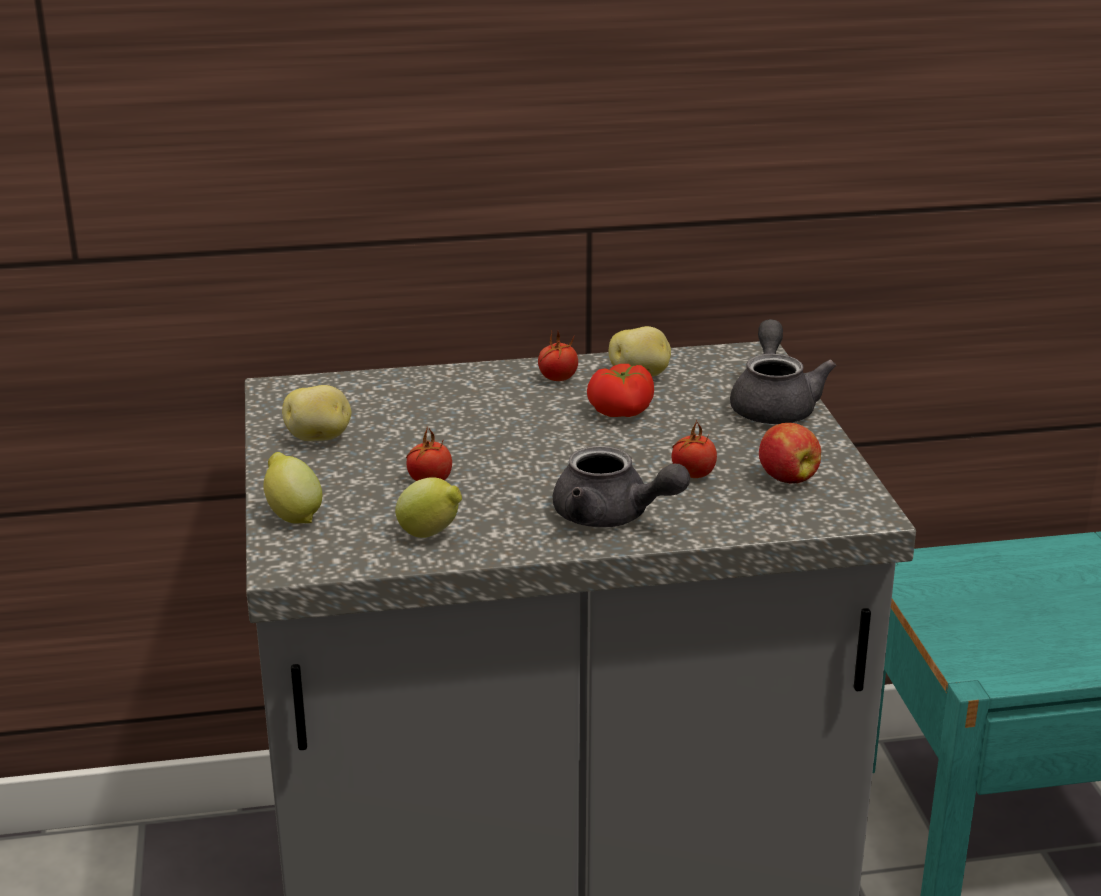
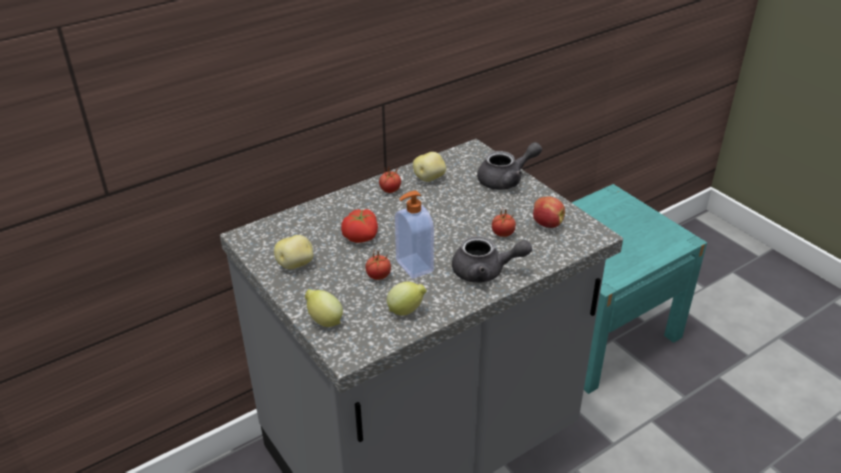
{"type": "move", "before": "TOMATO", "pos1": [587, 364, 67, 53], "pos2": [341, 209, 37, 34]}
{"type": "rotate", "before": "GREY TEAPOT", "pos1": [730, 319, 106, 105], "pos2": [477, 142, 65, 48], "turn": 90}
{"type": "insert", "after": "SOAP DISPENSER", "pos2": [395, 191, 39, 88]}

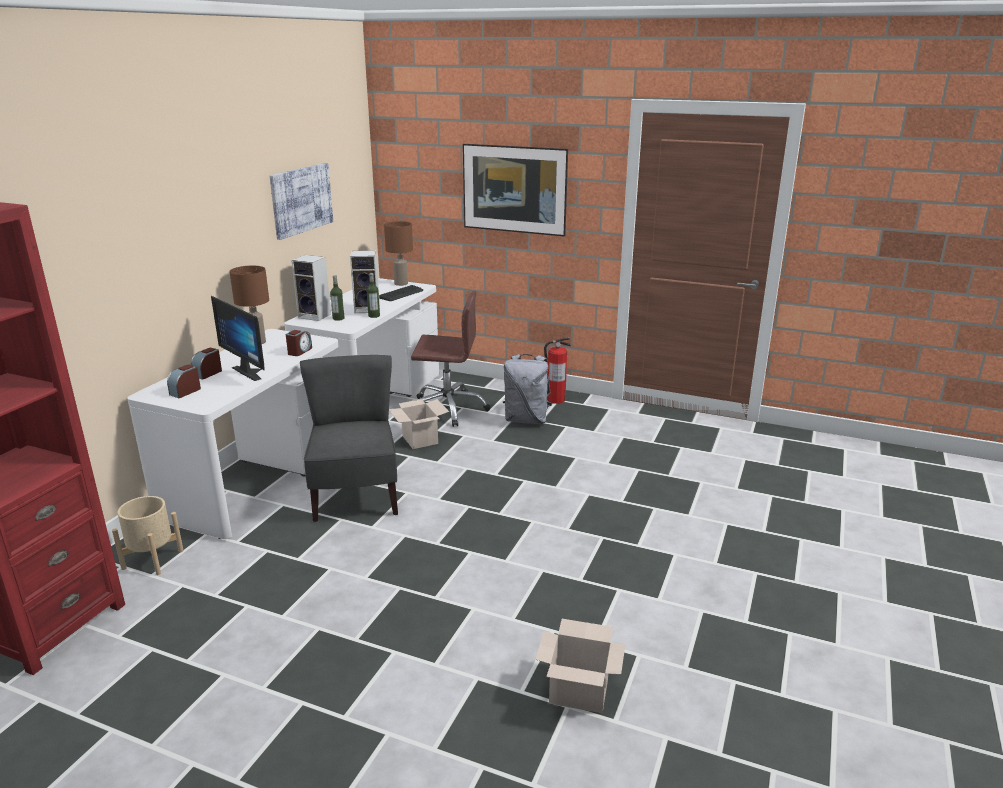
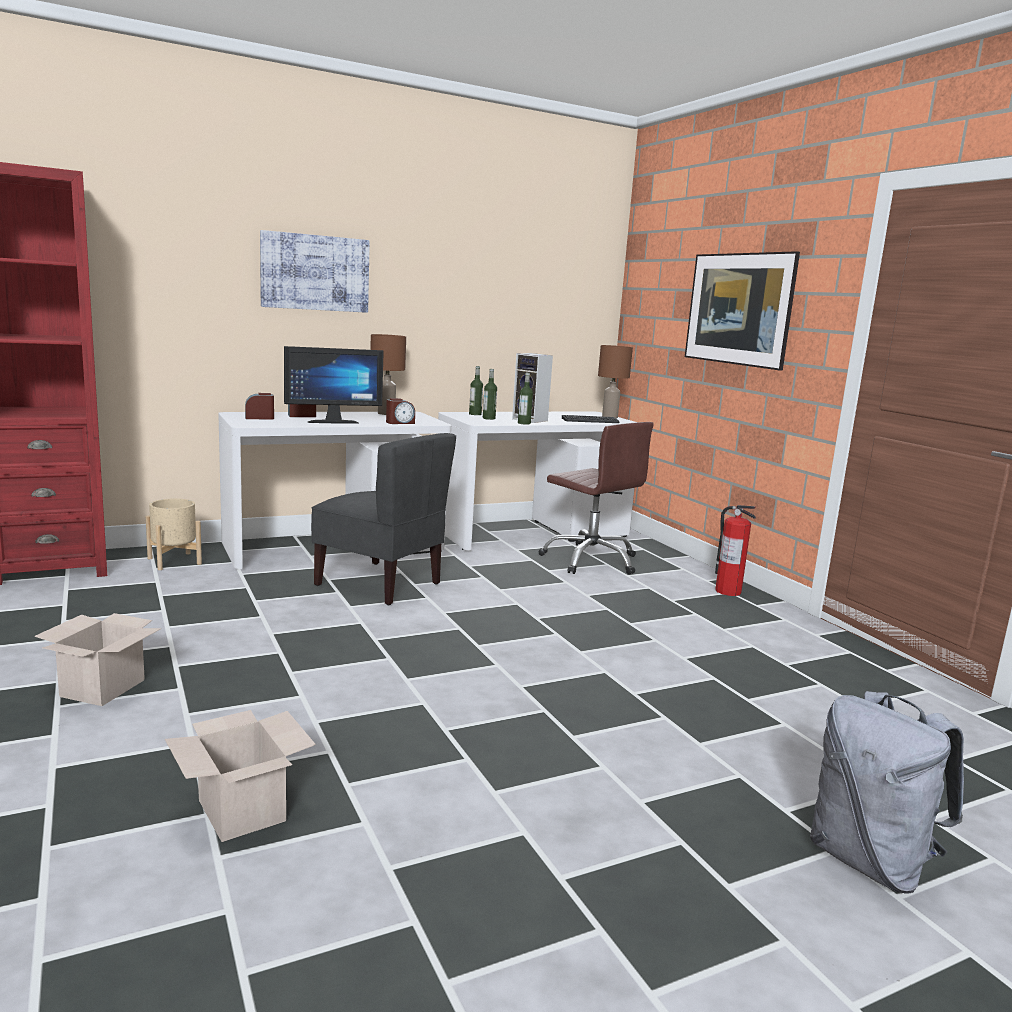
{"type": "rotate", "before": "MONITOR", "pos1": [211, 296, 53, 85], "pos2": [284, 346, 100, 78], "turn": -105}
{"type": "move", "before": "PICTURE", "pos1": [270, 163, 63, 77], "pos2": [260, 230, 110, 83]}
{"type": "replace", "before": "SPEAKER", "after": "BOTTLE", "pos1": [291, 255, 40, 66], "pos2": [469, 366, 14, 49]}
{"type": "rotate", "before": "GREY CHAIR", "pos1": [300, 355, 98, 167], "pos2": [311, 433, 145, 172], "turn": 90}
{"type": "move", "before": "CARDBOARD BOX", "pos1": [389, 399, 60, 50], "pos2": [34, 613, 128, 93]}
{"type": "move", "before": "GREY BACKPACK", "pos1": [503, 354, 49, 70], "pos2": [810, 691, 154, 203]}

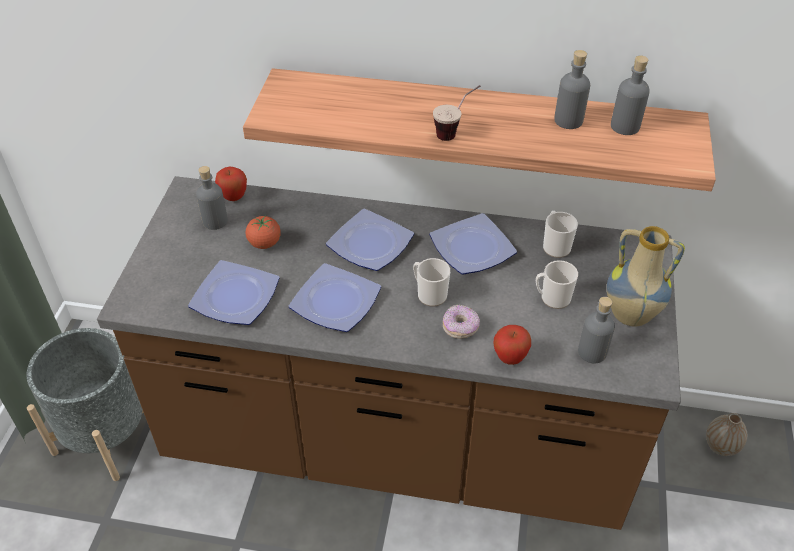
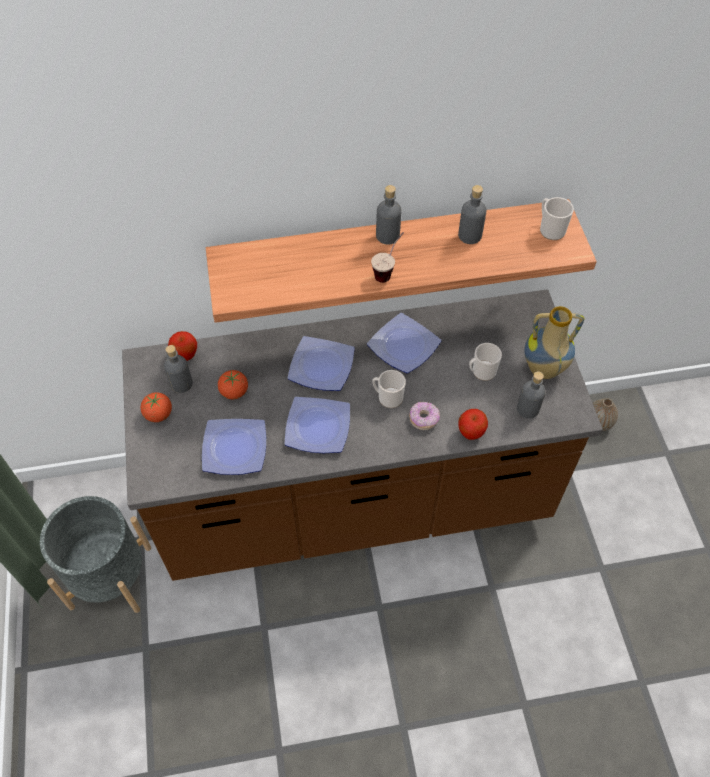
{"type": "move", "before": "MUG", "pos1": [543, 211, 35, 47], "pos2": [540, 197, 34, 43]}
{"type": "move", "before": "GREY BOTTLE", "pos1": [611, 56, 39, 79], "pos2": [376, 185, 26, 60]}
{"type": "insert", "after": "TOMATO", "pos2": [140, 392, 32, 30]}

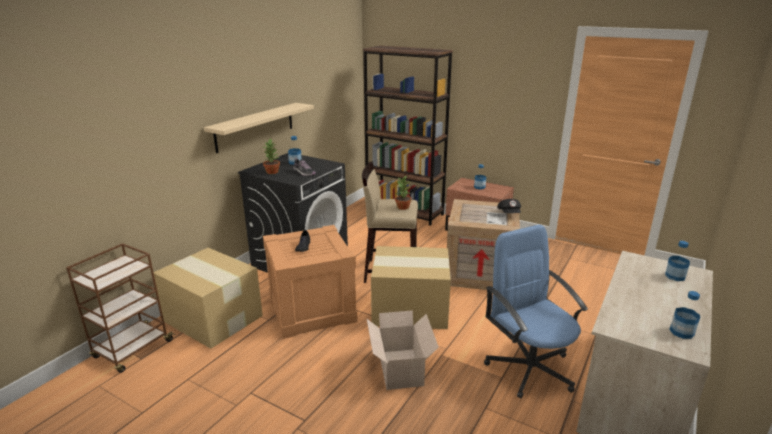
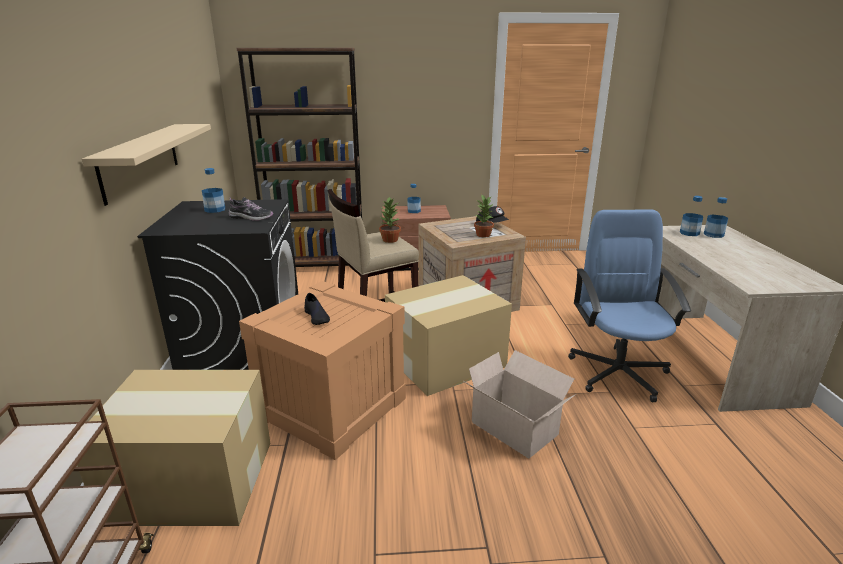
{"type": "move", "before": "POTTED PLANT", "pos1": [263, 138, 17, 36], "pos2": [474, 195, 20, 42]}
{"type": "rotate", "before": "BLUE OFFICE CHAIR", "pos1": [484, 224, 104, 175], "pos2": [568, 210, 123, 192], "turn": 60}
{"type": "move", "before": "BOTTLE", "pos1": [669, 291, 31, 48], "pos2": [680, 196, 23, 40]}

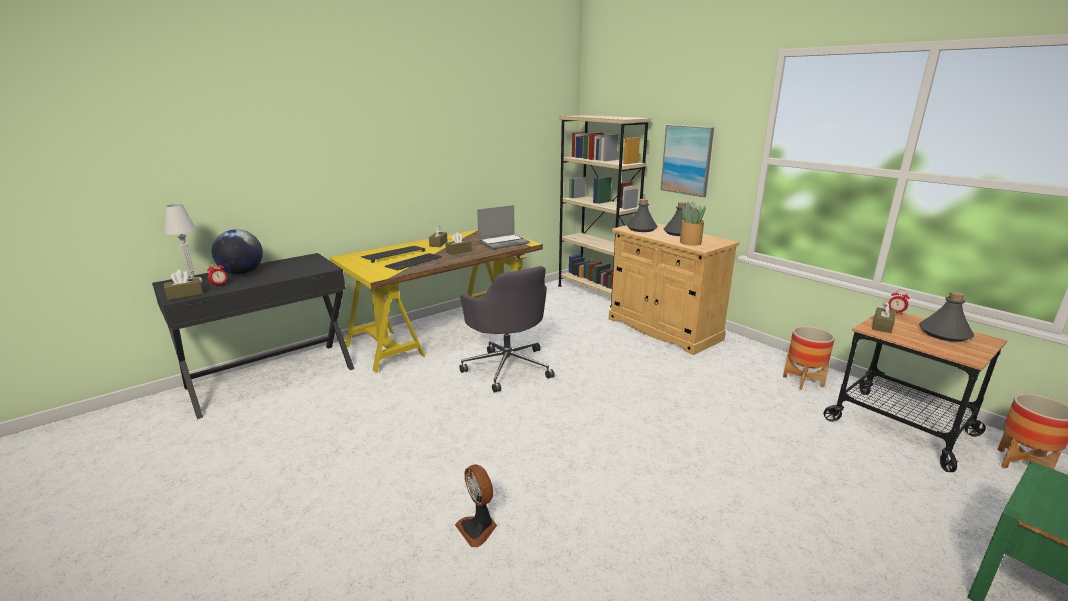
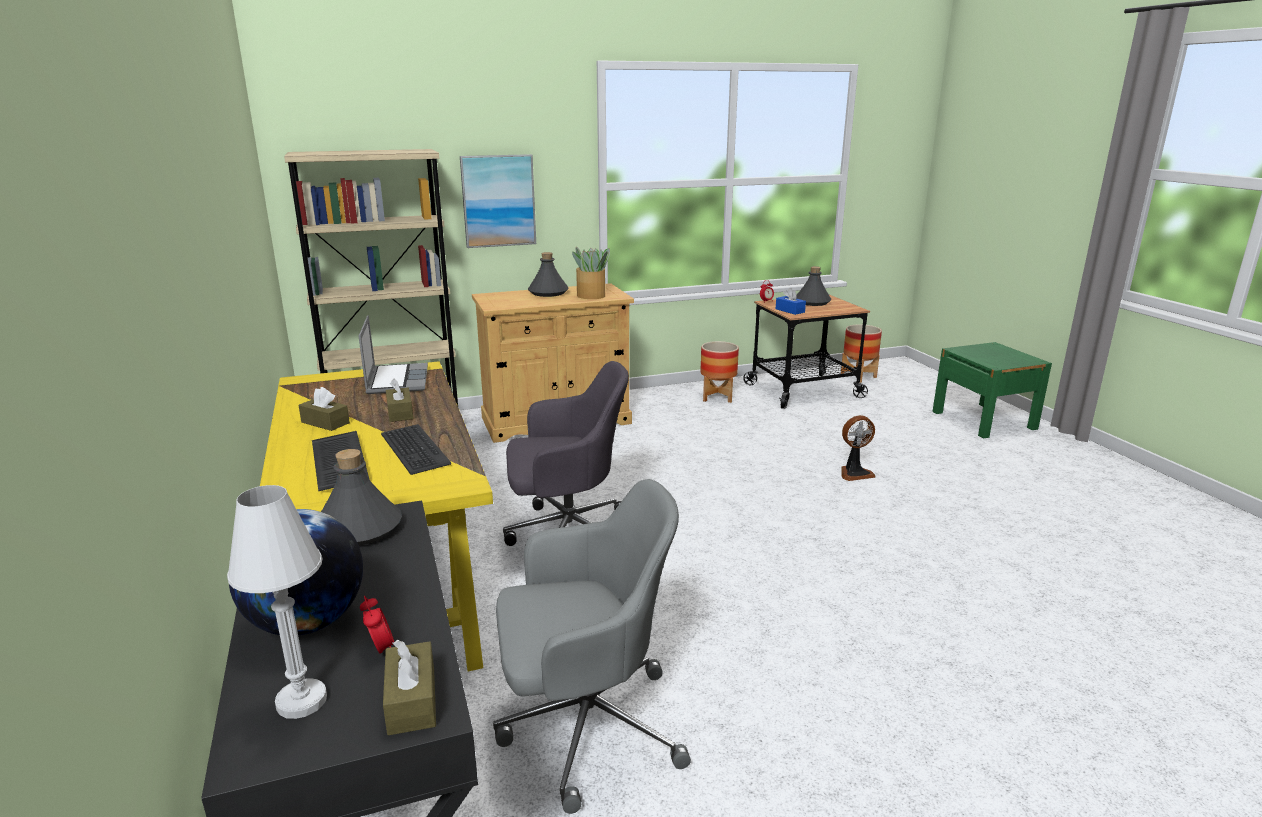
{"type": "move", "before": "FAN", "pos1": [455, 464, 42, 83], "pos2": [841, 415, 35, 66]}
{"type": "move", "before": "GREY BOTTLE", "pos1": [627, 199, 30, 33], "pos2": [321, 449, 81, 97]}
{"type": "recolor", "before": "BROWN TISSUE BOX", "after": "BLUE TISSUE BOX", "pos1": [872, 301, 24, 32], "pos2": [776, 288, 30, 27]}
{"type": "insert", "after": "GREY OFFICE CHAIR", "pos2": [493, 479, 198, 335]}

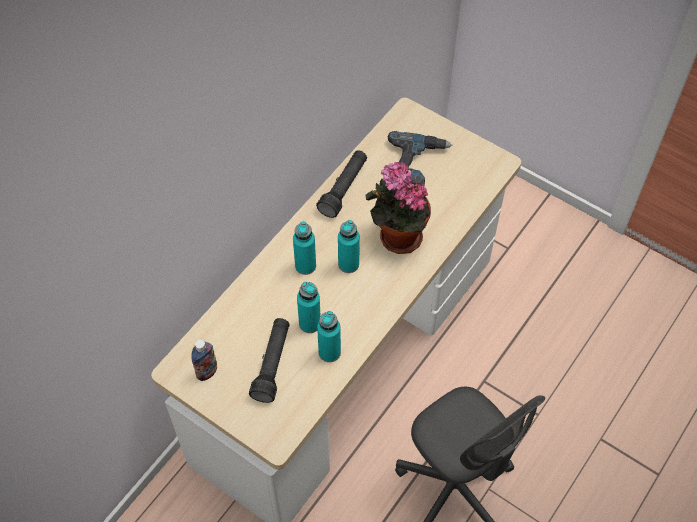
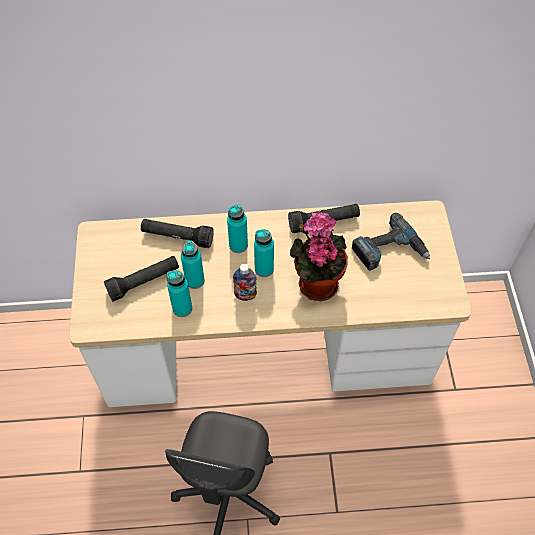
{"type": "move", "before": "BOTTLE", "pos1": [191, 339, 26, 42], "pos2": [233, 264, 24, 37]}
{"type": "insert", "after": "BLACK FLASHLIGHT", "pos2": [141, 219, 73, 29]}

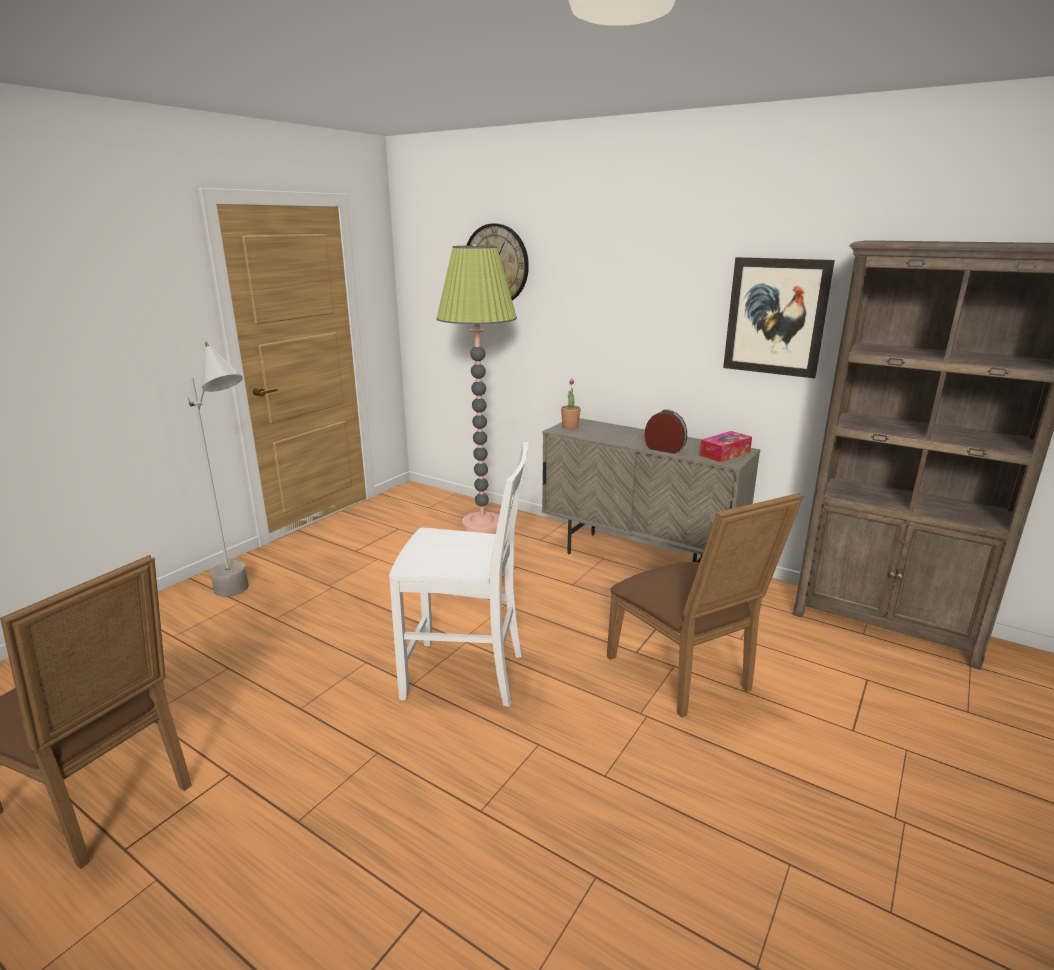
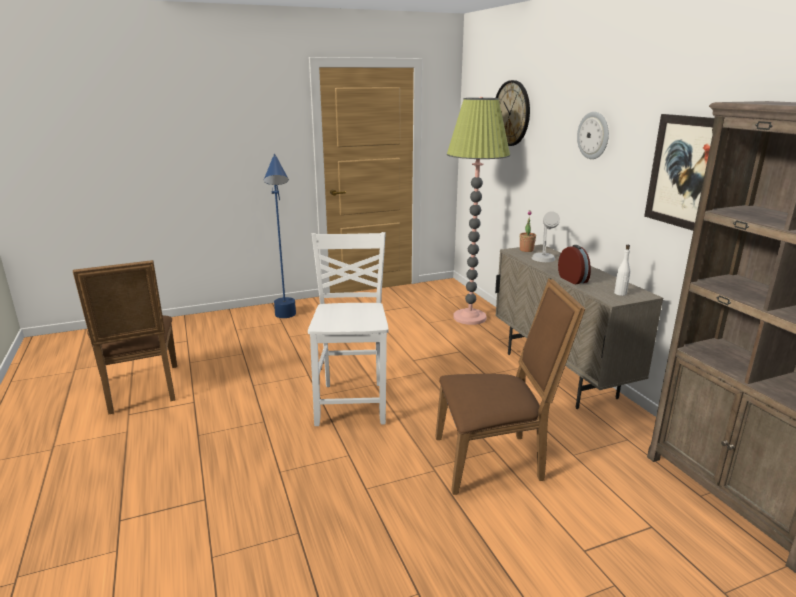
{"type": "recolor", "before": "GREY FLOOR LAMP", "after": "BLUE FLOOR LAMP", "pos1": [187, 342, 62, 255], "pos2": [264, 154, 32, 164]}
{"type": "rotate", "before": "WHITE CHAIR", "pos1": [389, 442, 140, 265], "pos2": [308, 232, 81, 194], "turn": -135}
{"type": "rotate", "before": "BROWN CHAIR", "pos1": [607, 493, 196, 225], "pos2": [435, 278, 150, 217], "turn": -105}
{"type": "replace", "before": "TISSUE BOX", "after": "WHITE BOTTLE", "pos1": [700, 431, 52, 31], "pos2": [614, 245, 16, 51]}
{"type": "insert", "after": "GREY TABLE LAMP", "pos2": [532, 211, 28, 51]}
{"type": "insert", "after": "WALL CLOCK", "pos2": [577, 112, 32, 47]}

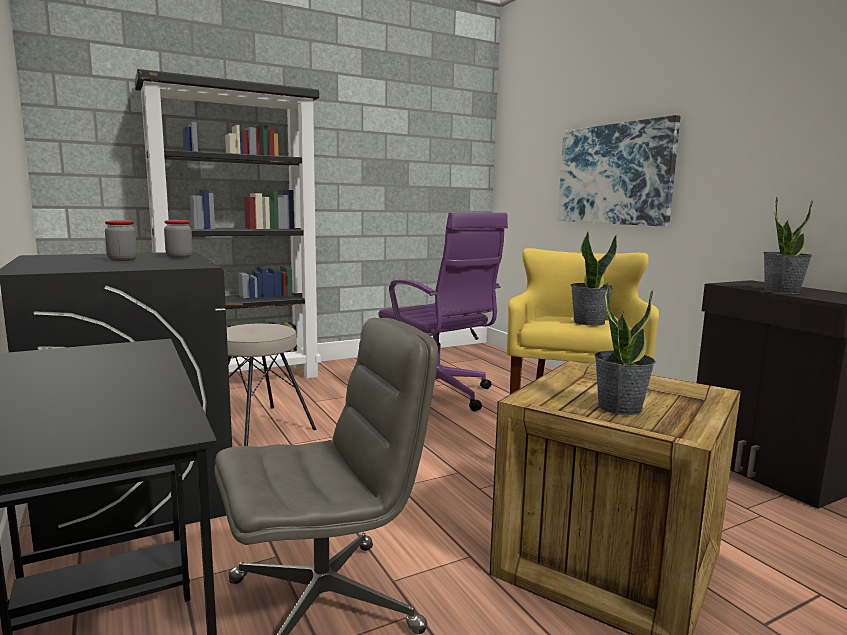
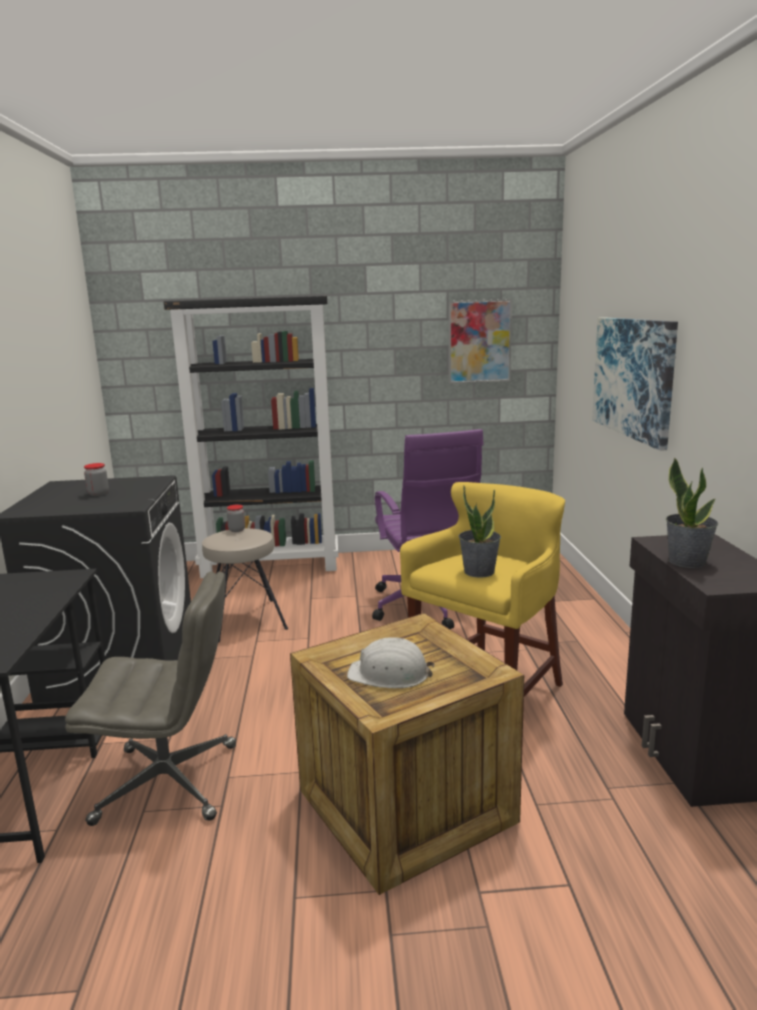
{"type": "move", "before": "JAR", "pos1": [164, 220, 29, 38], "pos2": [227, 505, 18, 27]}
{"type": "replace", "before": "POTTED PLANT", "after": "WHITE HARD HAT", "pos1": [594, 282, 62, 133], "pos2": [347, 637, 87, 51]}
{"type": "insert", "after": "PICTURE", "pos2": [448, 299, 64, 85]}

